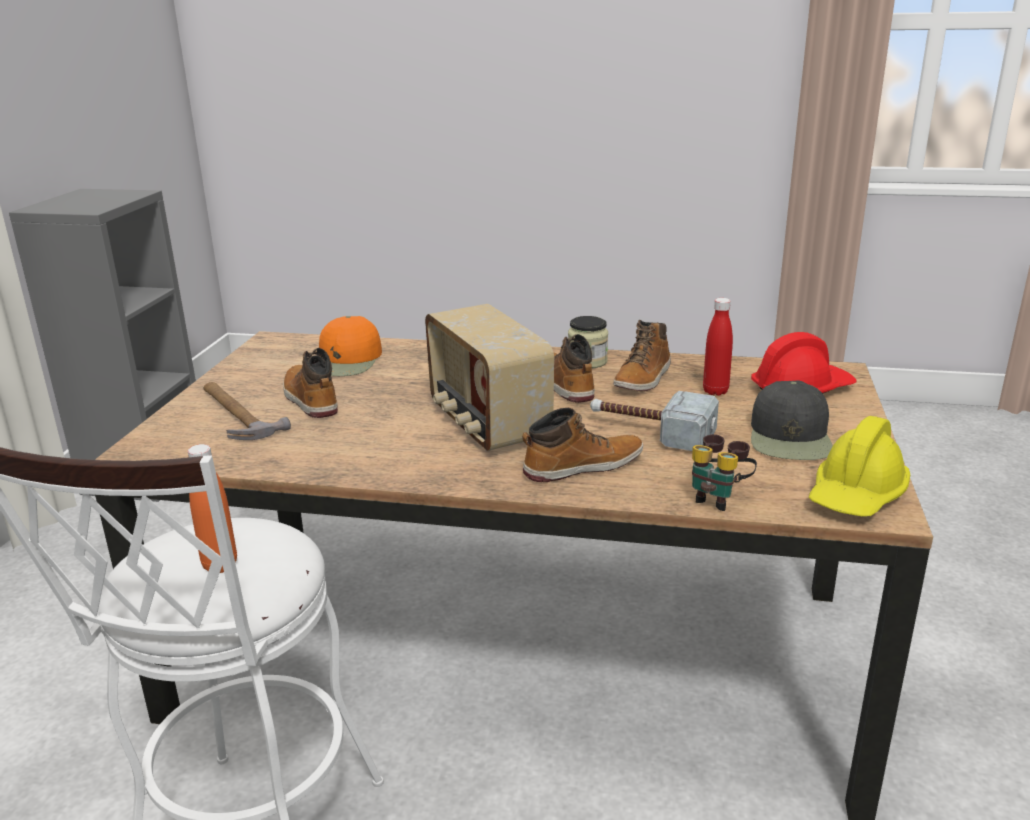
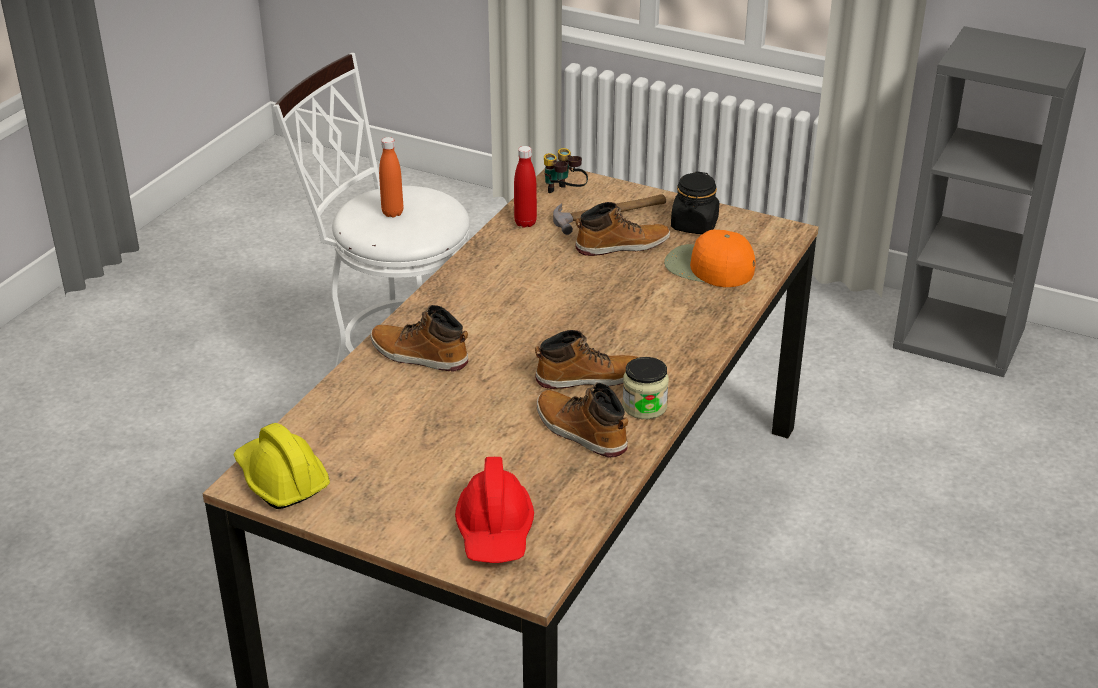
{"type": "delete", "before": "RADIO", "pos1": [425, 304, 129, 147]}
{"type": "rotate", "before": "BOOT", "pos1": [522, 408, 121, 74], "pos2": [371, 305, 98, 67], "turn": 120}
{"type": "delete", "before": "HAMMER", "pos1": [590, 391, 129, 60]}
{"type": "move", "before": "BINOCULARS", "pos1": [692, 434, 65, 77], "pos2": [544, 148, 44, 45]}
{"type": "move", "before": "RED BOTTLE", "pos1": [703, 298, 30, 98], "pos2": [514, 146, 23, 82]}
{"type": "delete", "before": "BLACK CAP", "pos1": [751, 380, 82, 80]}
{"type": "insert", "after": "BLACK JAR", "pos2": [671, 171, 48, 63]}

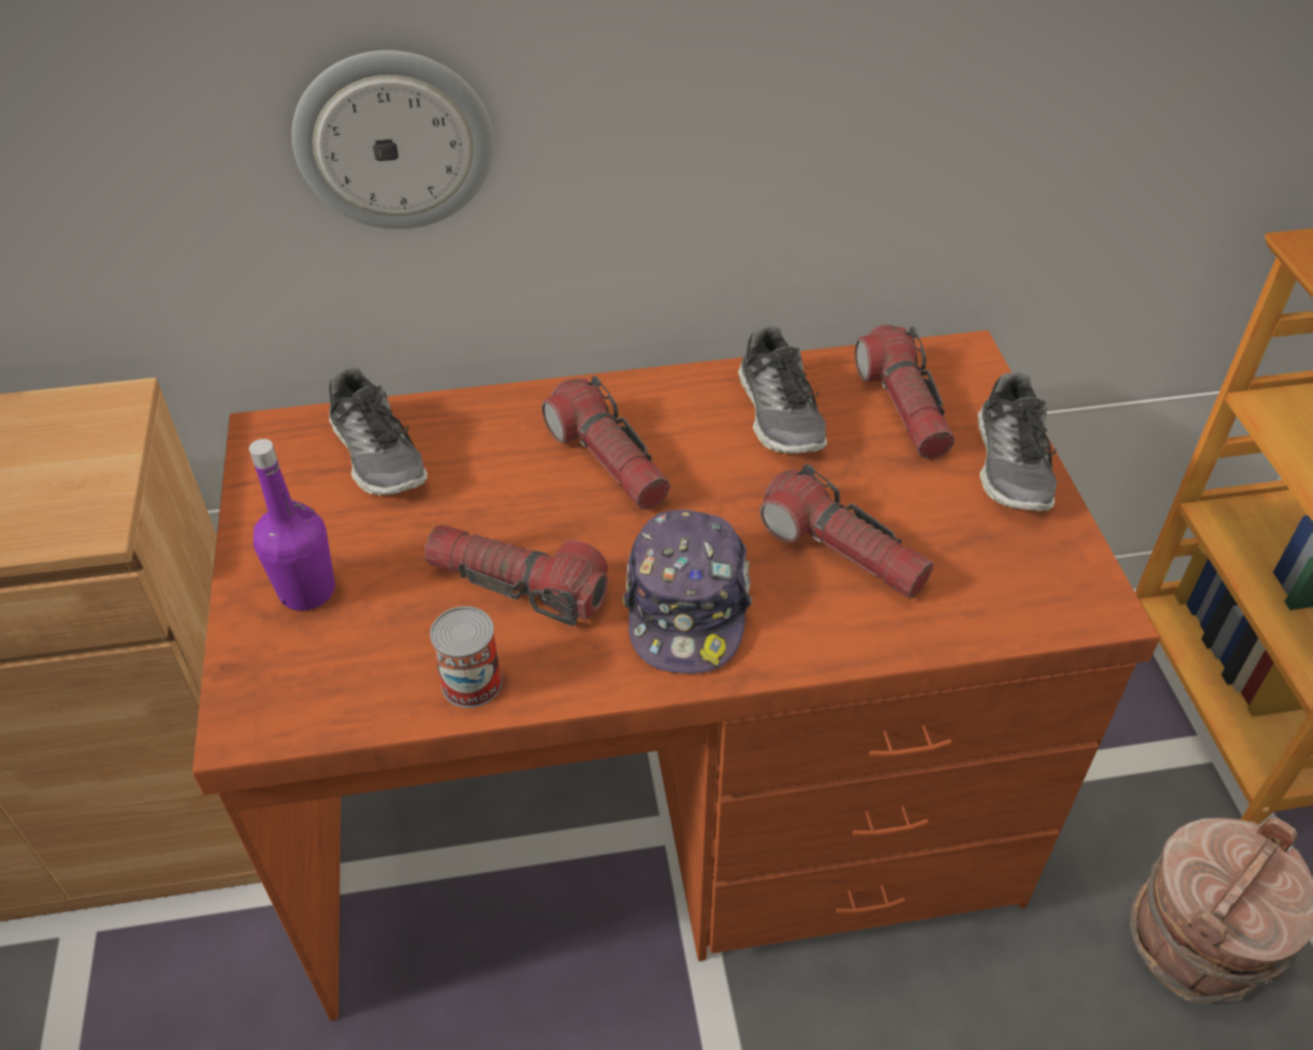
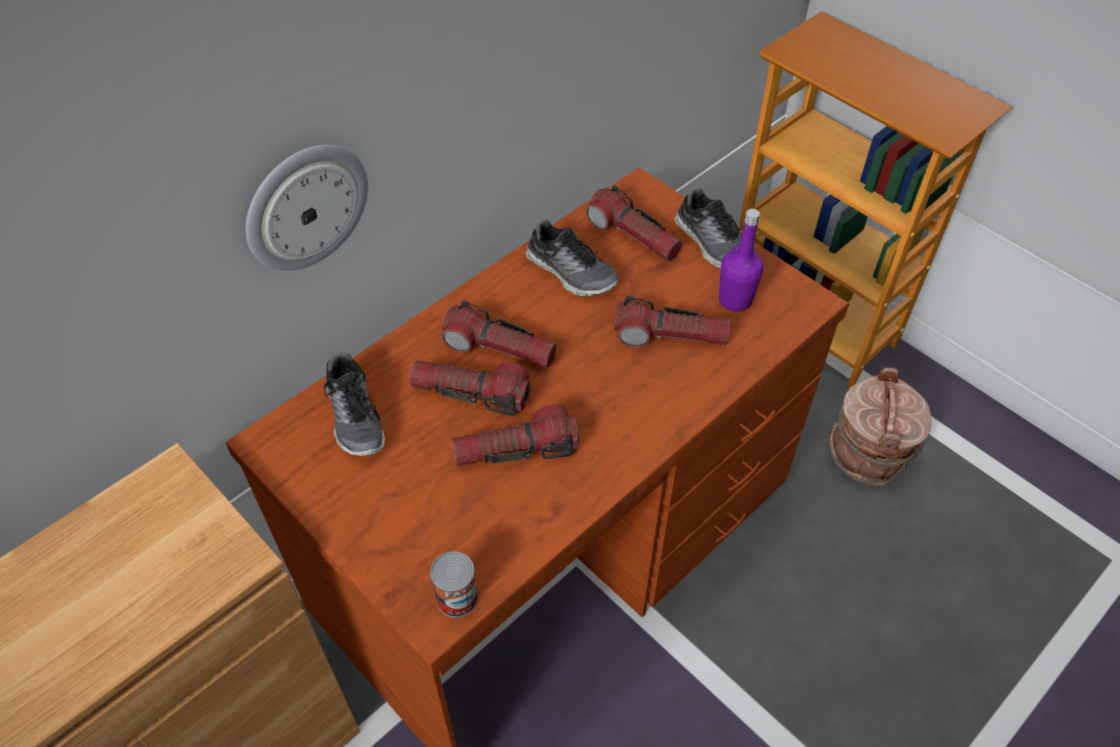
{"type": "move", "before": "PURPLE BOTTLE", "pos1": [249, 439, 86, 172], "pos2": [719, 209, 44, 103]}
{"type": "rotate", "before": "SHOE", "pos1": [329, 367, 98, 128], "pos2": [324, 352, 61, 104], "turn": 45}
{"type": "move", "before": "CAN", "pos1": [430, 606, 72, 102], "pos2": [430, 551, 48, 67]}
{"type": "delete", "before": "CAP", "pos1": [623, 510, 129, 164]}
{"type": "insert", "after": "FLASHLIGHT", "pos2": [410, 360, 121, 56]}

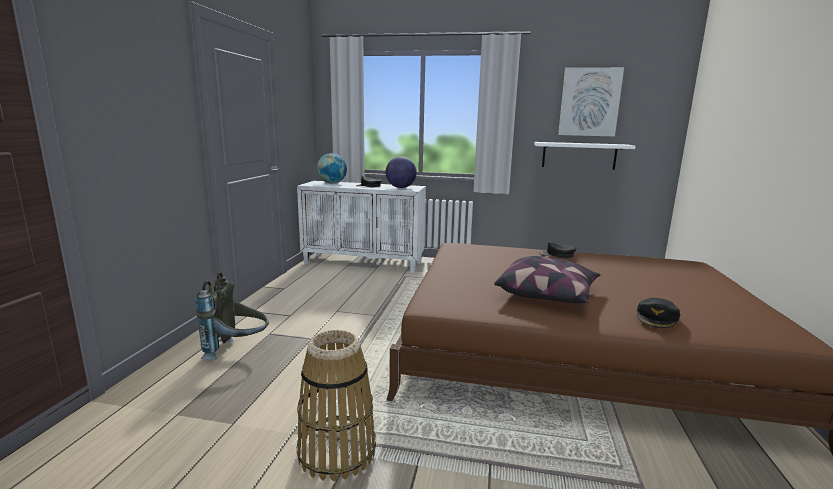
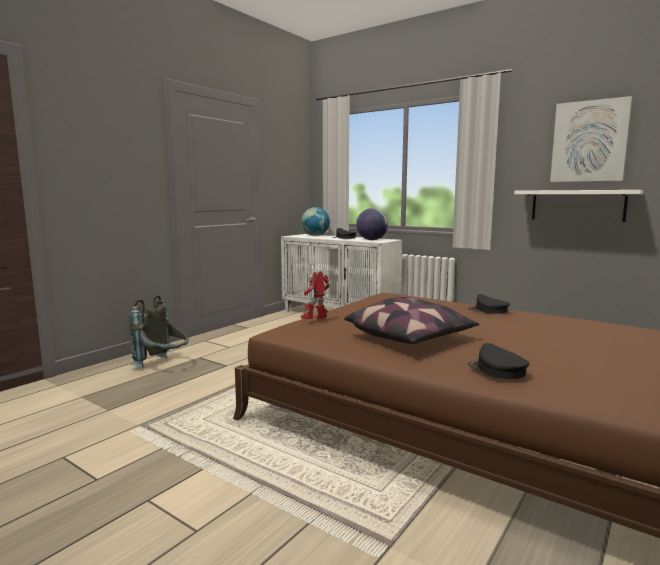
{"type": "delete", "before": "BASKET", "pos1": [297, 330, 79, 151]}
{"type": "rotate", "before": "BLACK CAP", "pos1": [637, 298, 43, 30], "pos2": [468, 343, 62, 36], "turn": 90}
{"type": "insert", "after": "TOY ROBOT", "pos2": [301, 271, 29, 48]}

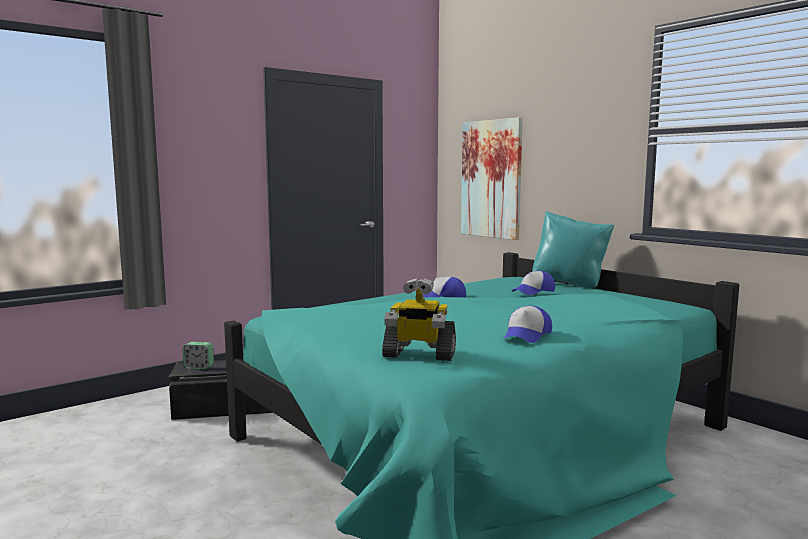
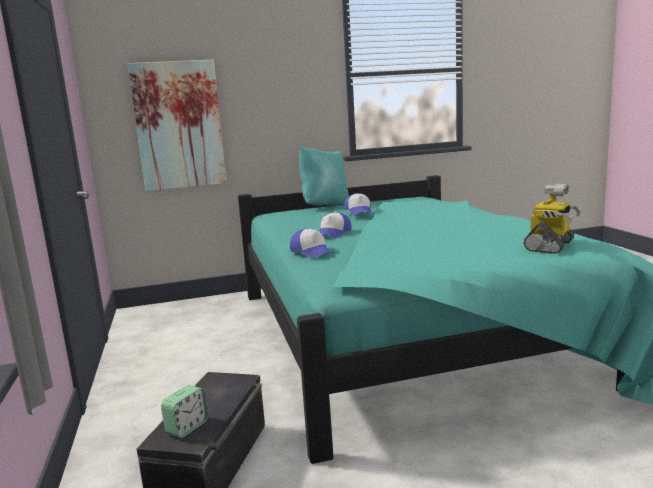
{"type": "move", "before": "CAP", "pos1": [504, 306, 48, 37], "pos2": [290, 229, 44, 29]}

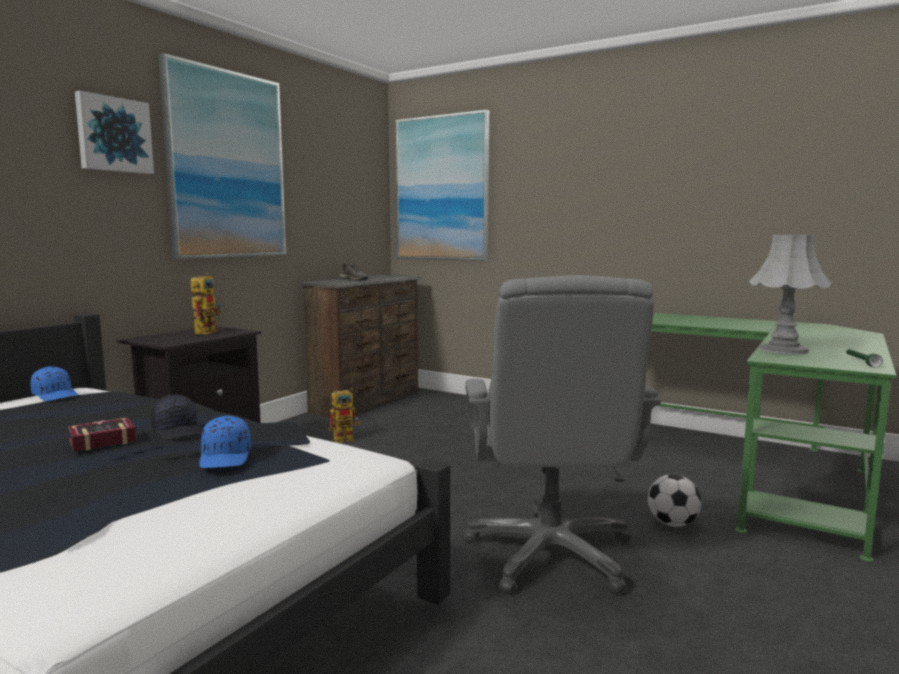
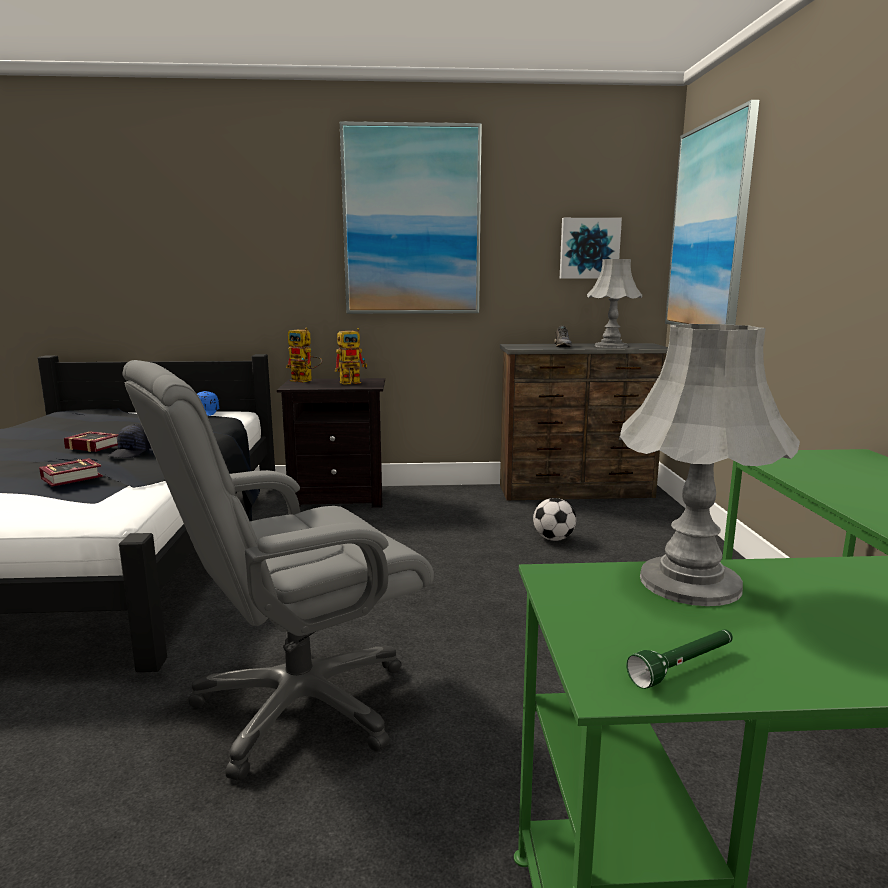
{"type": "move", "before": "PICTURE", "pos1": [75, 91, 79, 83], "pos2": [560, 218, 62, 61]}
{"type": "replace", "before": "BLUE CAP", "after": "BOOK", "pos1": [199, 416, 52, 52], "pos2": [39, 458, 64, 28]}
{"type": "move", "before": "TOY ROBOT", "pos1": [328, 388, 32, 55], "pos2": [286, 328, 36, 54]}
{"type": "move", "before": "FOOTBALL", "pos1": [648, 474, 54, 53], "pos2": [533, 498, 43, 43]}
{"type": "insert", "after": "GREY TABLE LAMP", "pos2": [587, 259, 55, 89]}

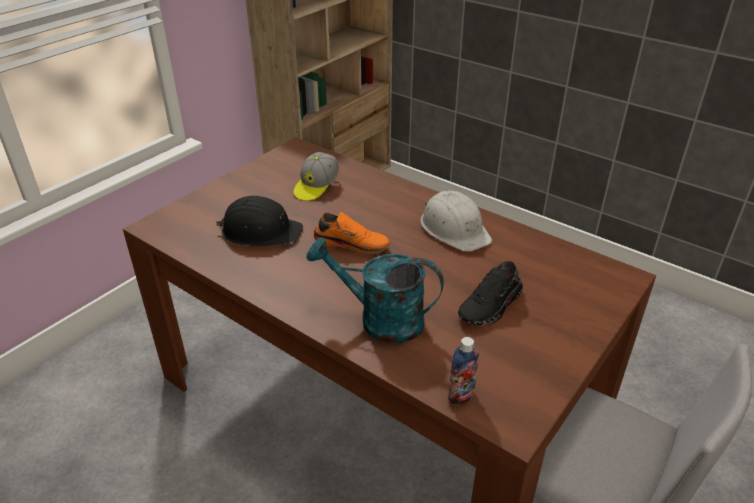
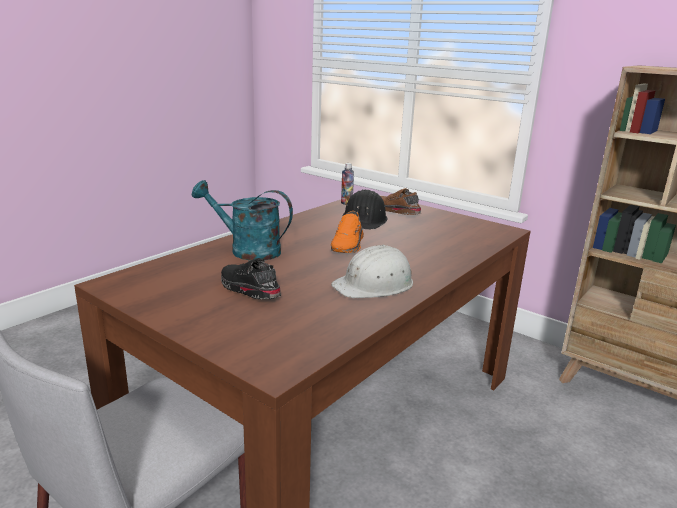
{"type": "delete", "before": "CAP", "pos1": [294, 152, 45, 49]}
{"type": "rotate", "before": "TURQUOISE WATERING CAN", "pos1": [307, 238, 137, 105], "pos2": [192, 180, 101, 81], "turn": -90}
{"type": "move", "before": "BOTTLE", "pos1": [448, 337, 31, 67], "pos2": [341, 163, 13, 42]}
{"type": "insert", "after": "BROWN SHOE", "pos2": [380, 188, 41, 27]}

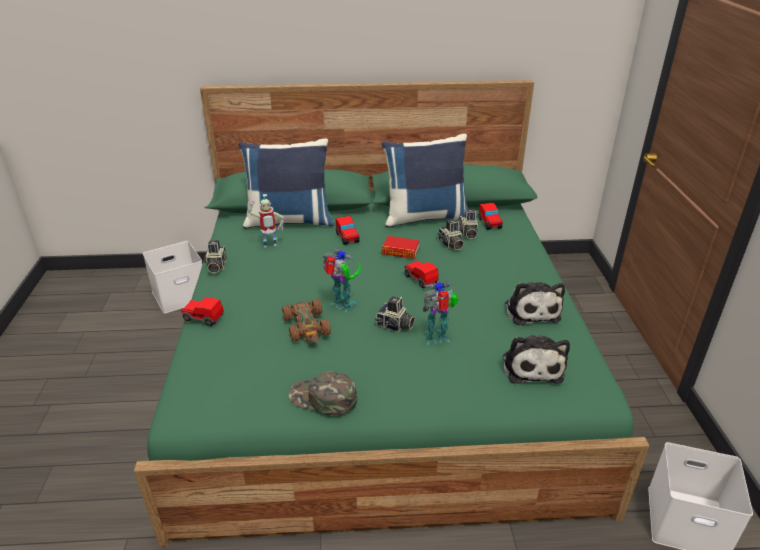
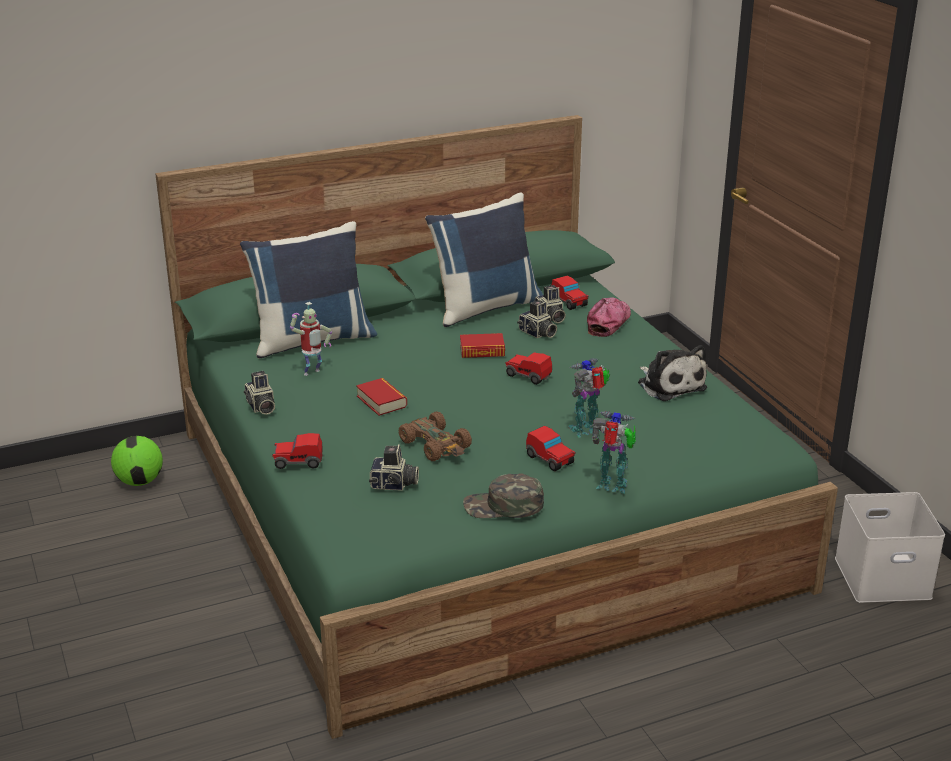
{"type": "replace", "before": "WHITE STORAGE BOX", "after": "FOOTBALL", "pos1": [143, 241, 59, 72], "pos2": [111, 436, 52, 50]}
{"type": "move", "before": "TOY ROBOT", "pos1": [322, 249, 39, 63], "pos2": [592, 411, 44, 83]}
{"type": "move", "before": "TOY CAR", "pos1": [336, 216, 24, 29], "pos2": [526, 426, 50, 45]}
{"type": "move", "before": "PHOTO CAMERA", "pos1": [375, 296, 40, 36], "pos2": [369, 444, 50, 47]}
{"type": "delete", "before": "PLUSH TOY", "pos1": [503, 335, 67, 49]}
{"type": "insert", "after": "BOOK", "pos2": [356, 378, 51, 38]}
{"type": "insert", "after": "CAP", "pos2": [587, 297, 44, 40]}

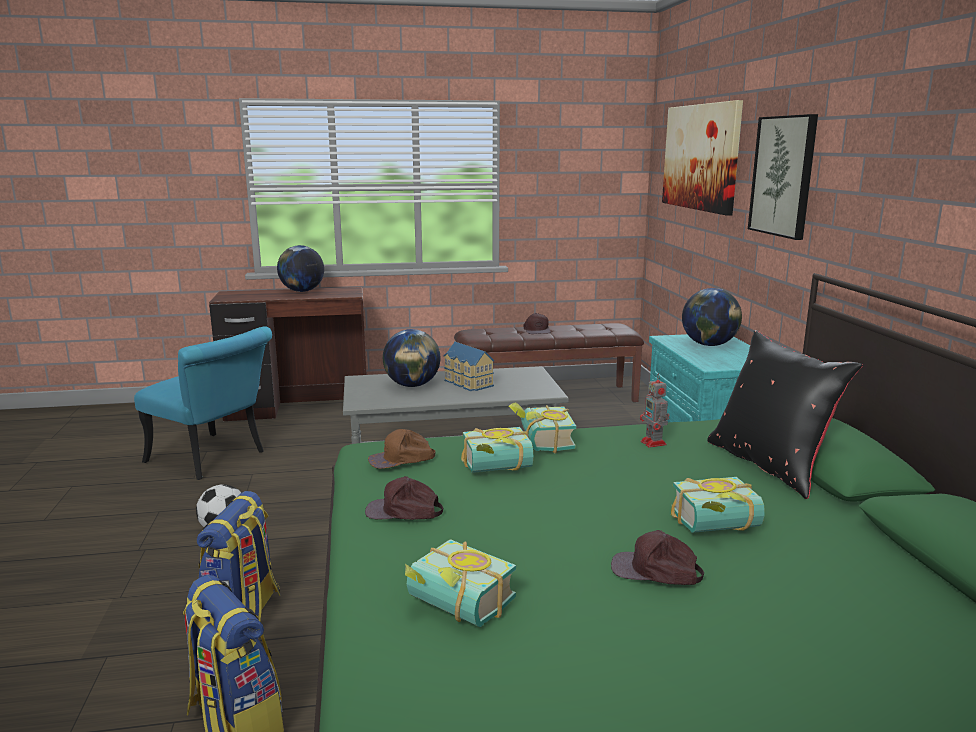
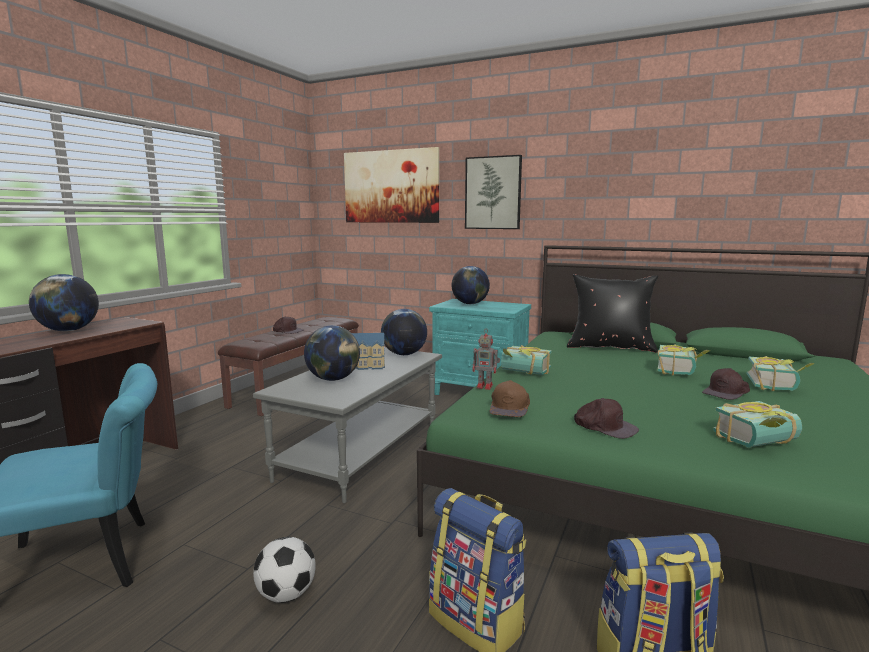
{"type": "rotate", "before": "BROWN CAP", "pos1": [365, 476, 78, 44], "pos2": [574, 398, 65, 41], "turn": -90}
{"type": "move", "before": "BOOK", "pos1": [461, 427, 72, 46], "pos2": [747, 356, 67, 35]}
{"type": "move", "before": "TOY ROBOT", "pos1": [640, 374, 29, 74], "pos2": [473, 330, 27, 60]}
{"type": "insert", "after": "GLOBE", "pos2": [381, 309, 46, 46]}

